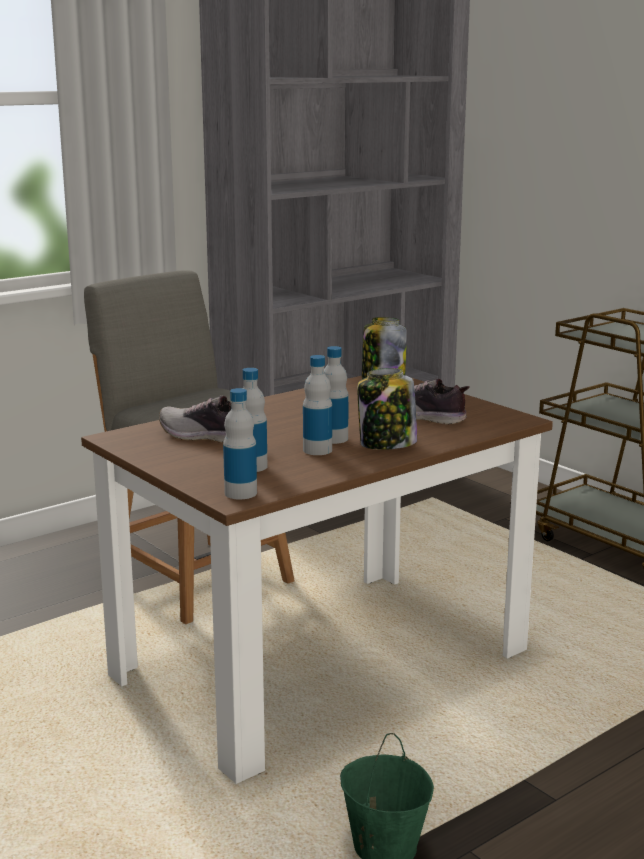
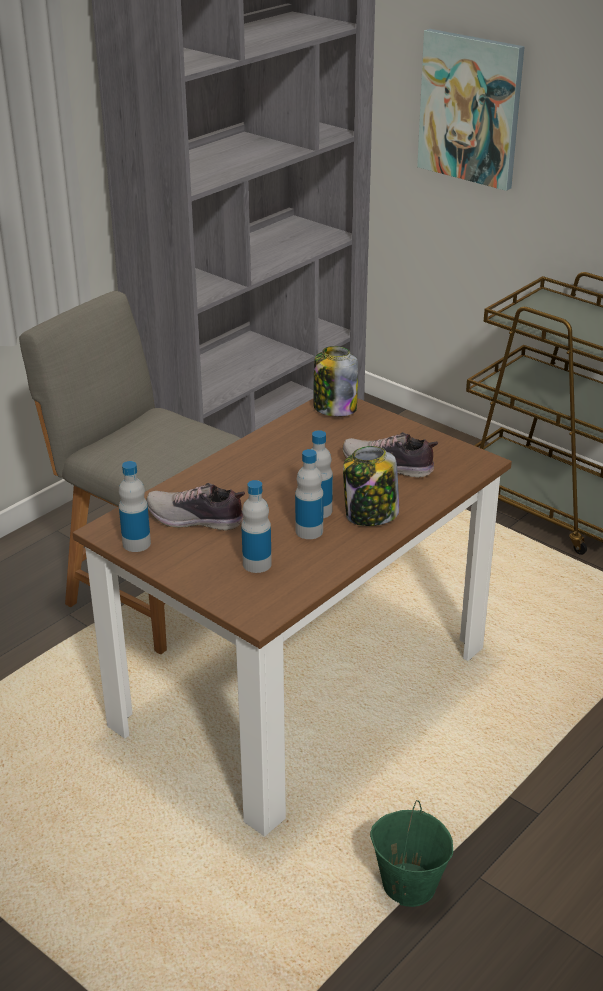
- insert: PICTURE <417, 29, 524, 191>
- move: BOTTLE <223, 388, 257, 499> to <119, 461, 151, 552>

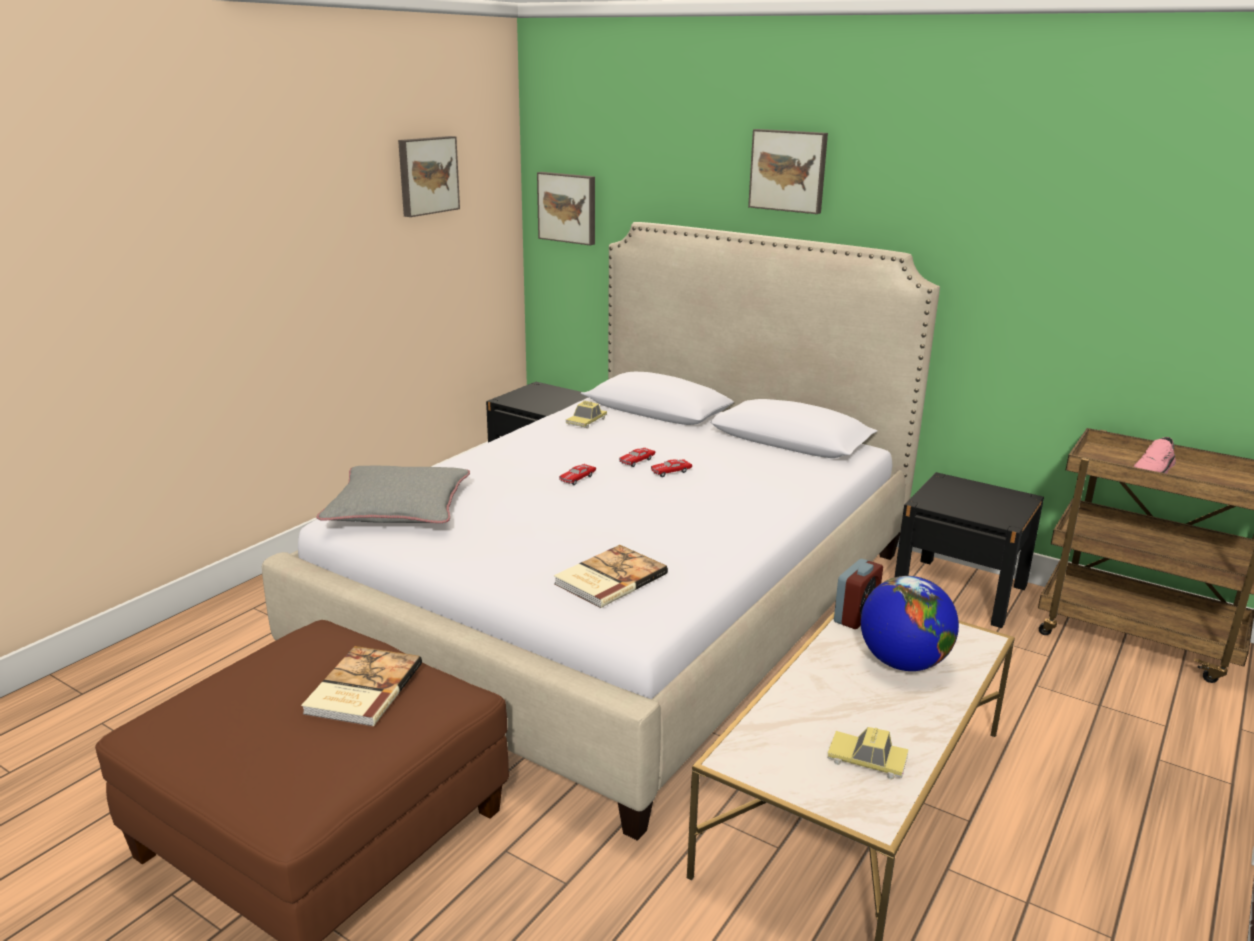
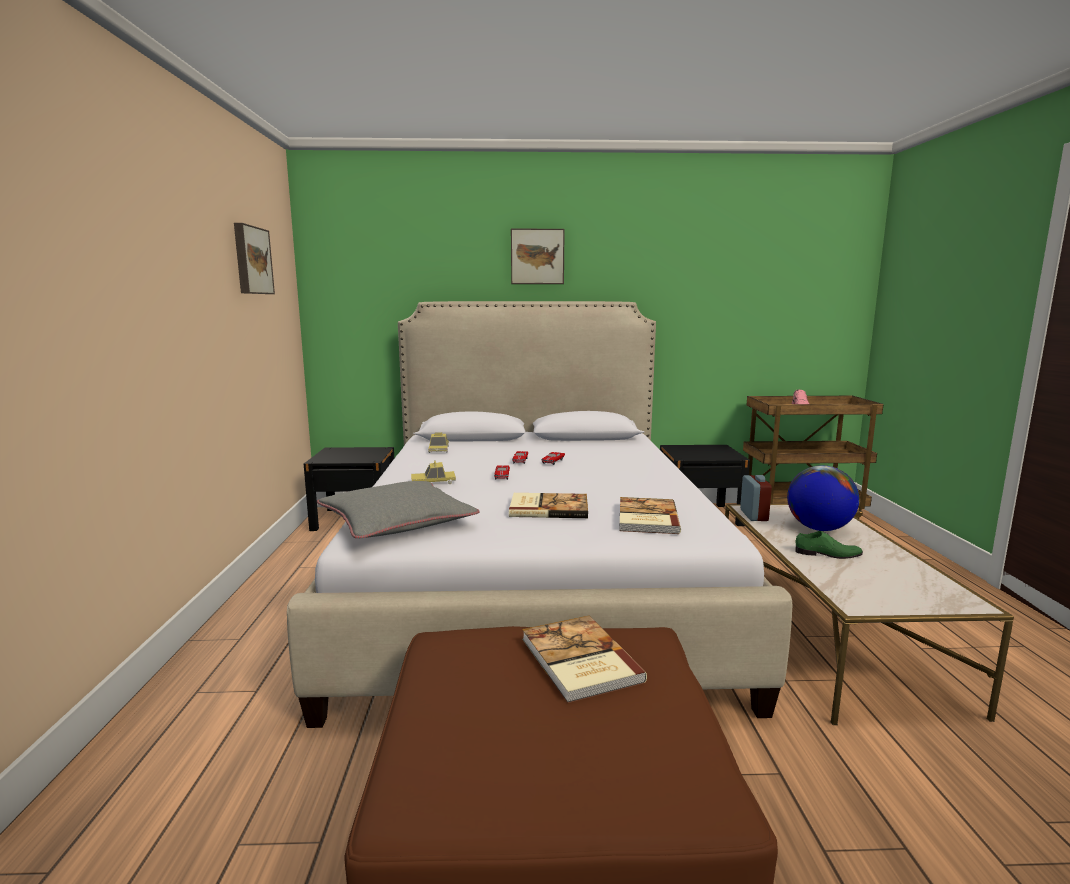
- delete: PICTURE <537, 172, 595, 246>
- insert: BOOK <509, 493, 588, 518>
- insert: GREEN SHOE <795, 531, 863, 559>
- move: TOY CAR <828, 727, 909, 780> to <411, 460, 456, 484>

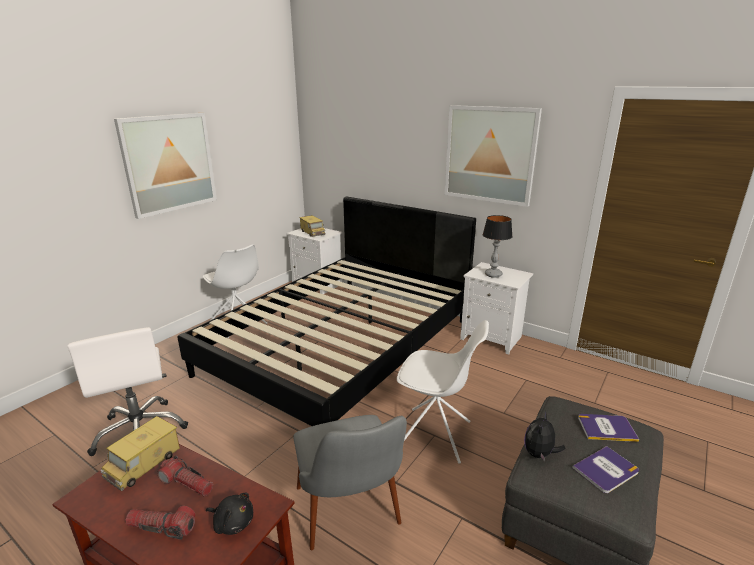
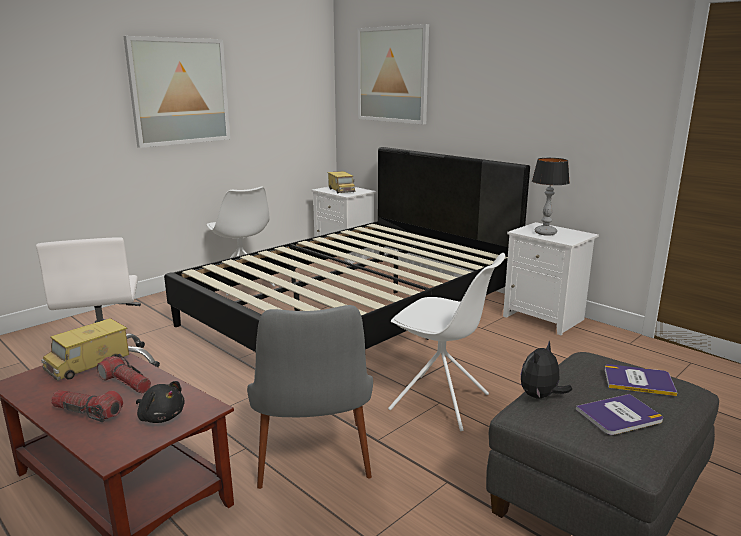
- move: PICTURE <445, 105, 542, 207> to <358, 24, 429, 124>

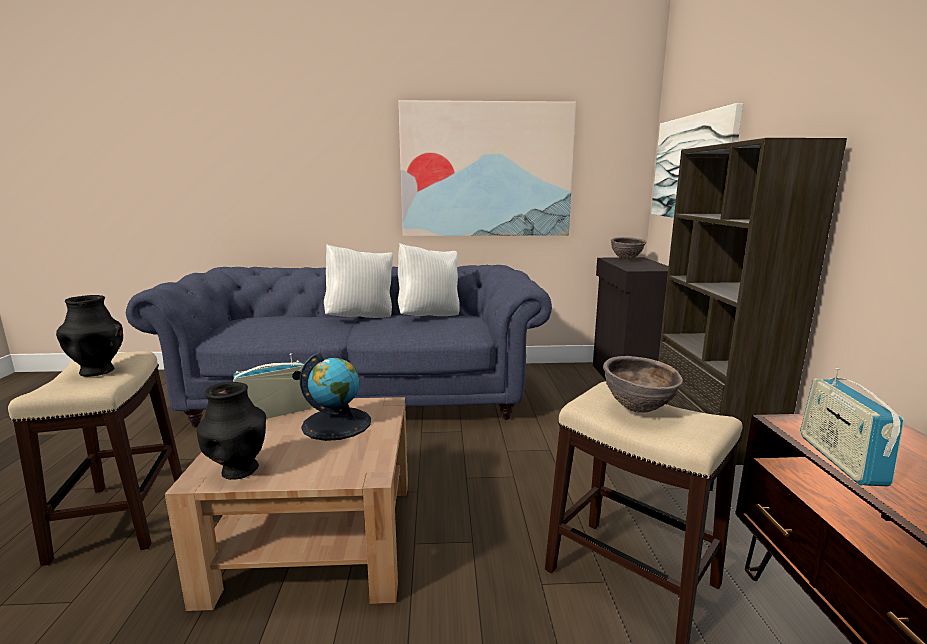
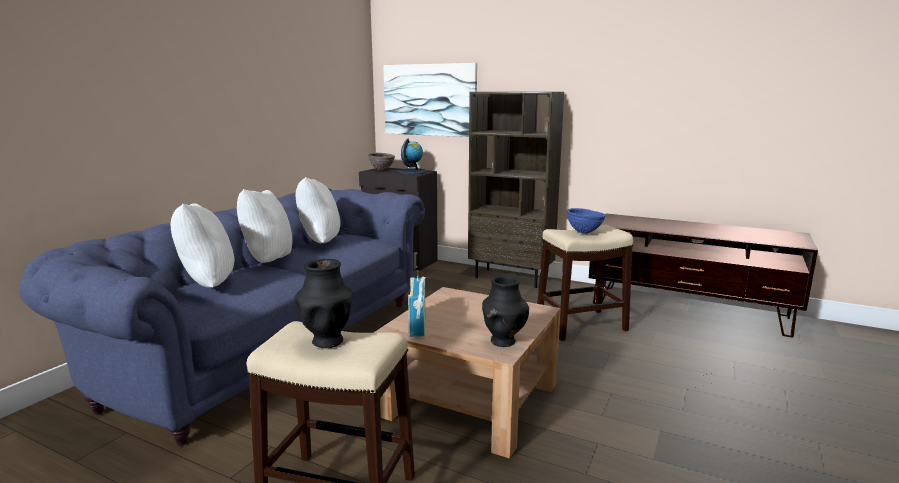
- delete: PICTURE <398, 100, 576, 236>
- delete: RADIO <800, 368, 904, 486>
- insert: WHITE PILLOW <171, 203, 234, 288>
- move: GLOBE <300, 352, 371, 441> to <397, 138, 427, 174>
- recolor: BROWN BOWL <603, 356, 683, 413> to BLUE BOWL <567, 208, 606, 234>

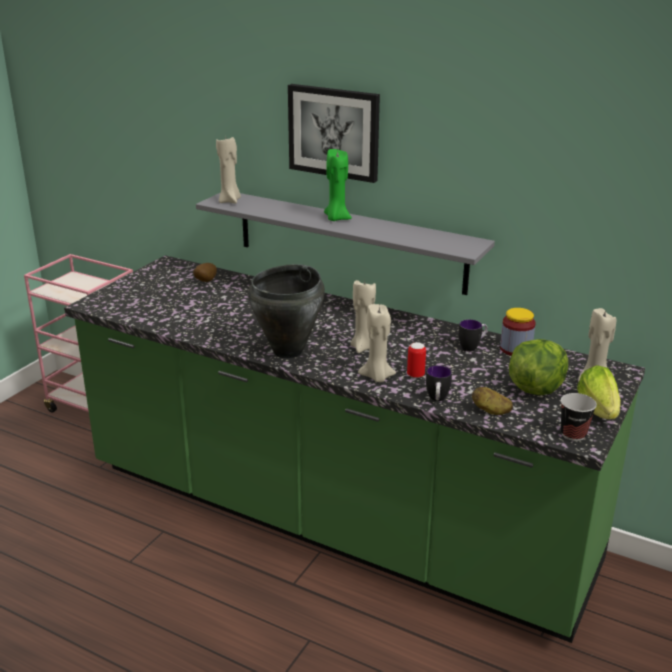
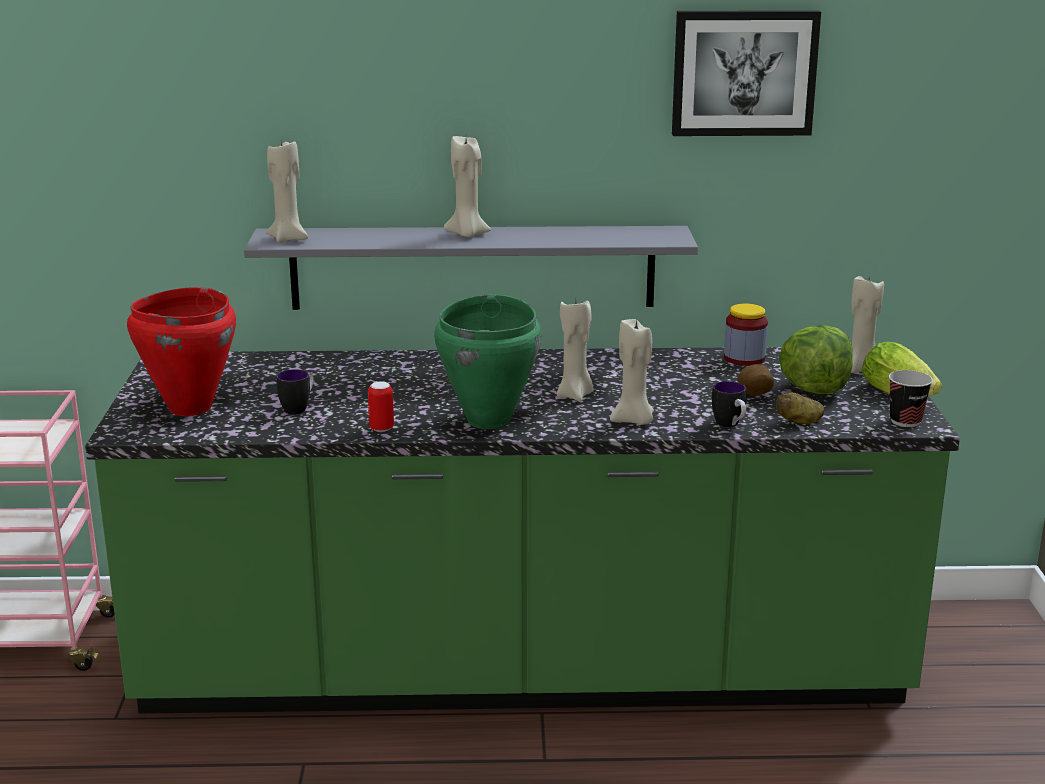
- insert: RED COOKING POT <127, 287, 236, 416>
- move: POTATO <193, 263, 217, 282> to <738, 364, 774, 396>
- move: PICTURE <288, 84, 380, 183> to <672, 10, 821, 136>
- move: CAN <407, 342, 426, 378> to <368, 381, 394, 432>
- move: MUG <459, 320, 488, 352> to <276, 369, 314, 415>
- recolor: BLACK COOKING POT <248, 264, 325, 358> to GREEN COOKING POT <434, 294, 542, 429>
- recolor: GREEN CANDLE <324, 149, 352, 221> to BEIGE CANDLE <444, 136, 491, 237>

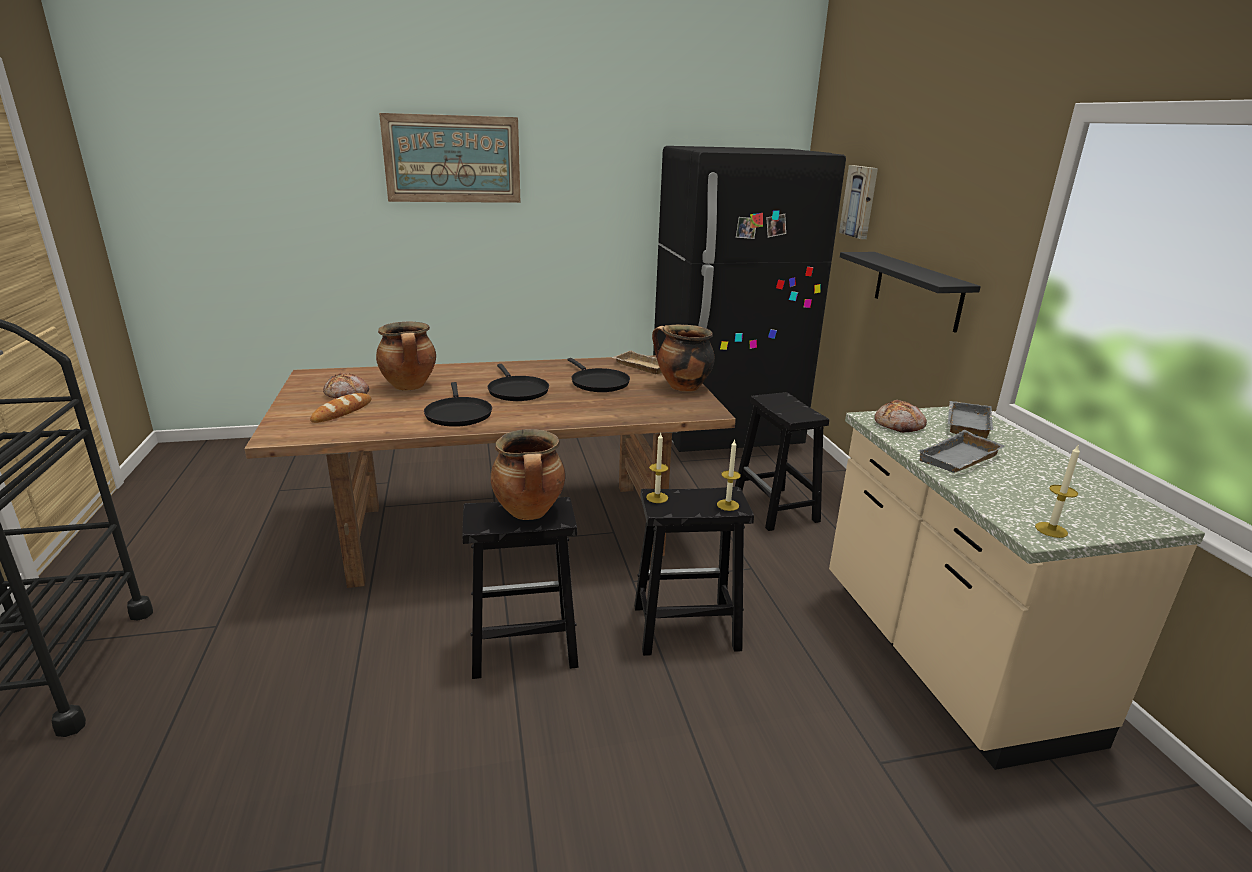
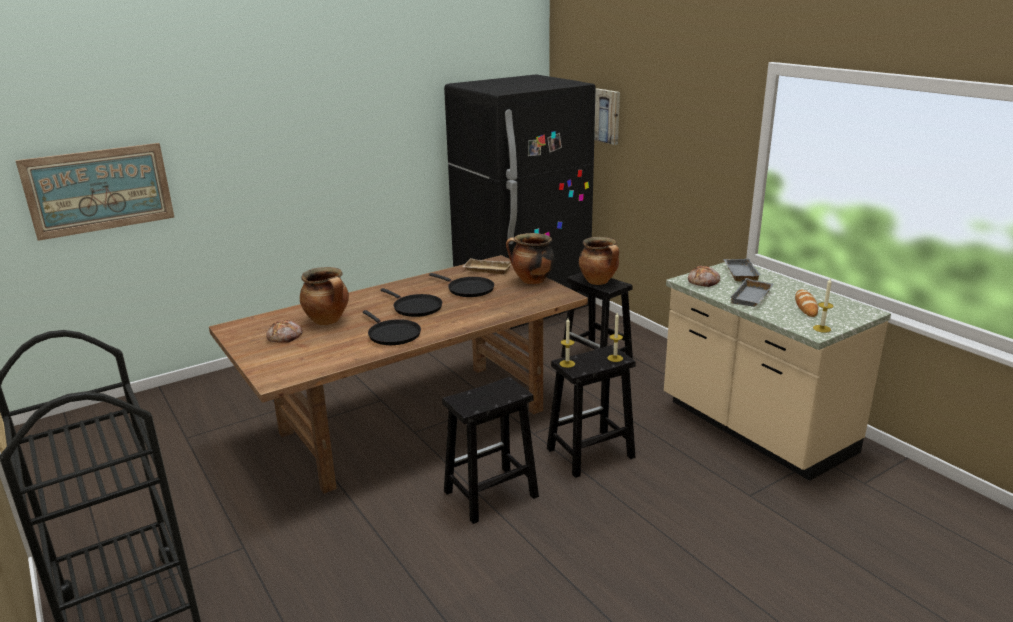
- delete: BLACK SHELF <840, 252, 981, 333>
- move: BREAD <310, 393, 371, 423> to <795, 290, 818, 317>
- move: PICTURE <379, 113, 520, 203> to <15, 143, 174, 241>
- move: COOKING POT <491, 429, 565, 520> to <579, 237, 619, 285>

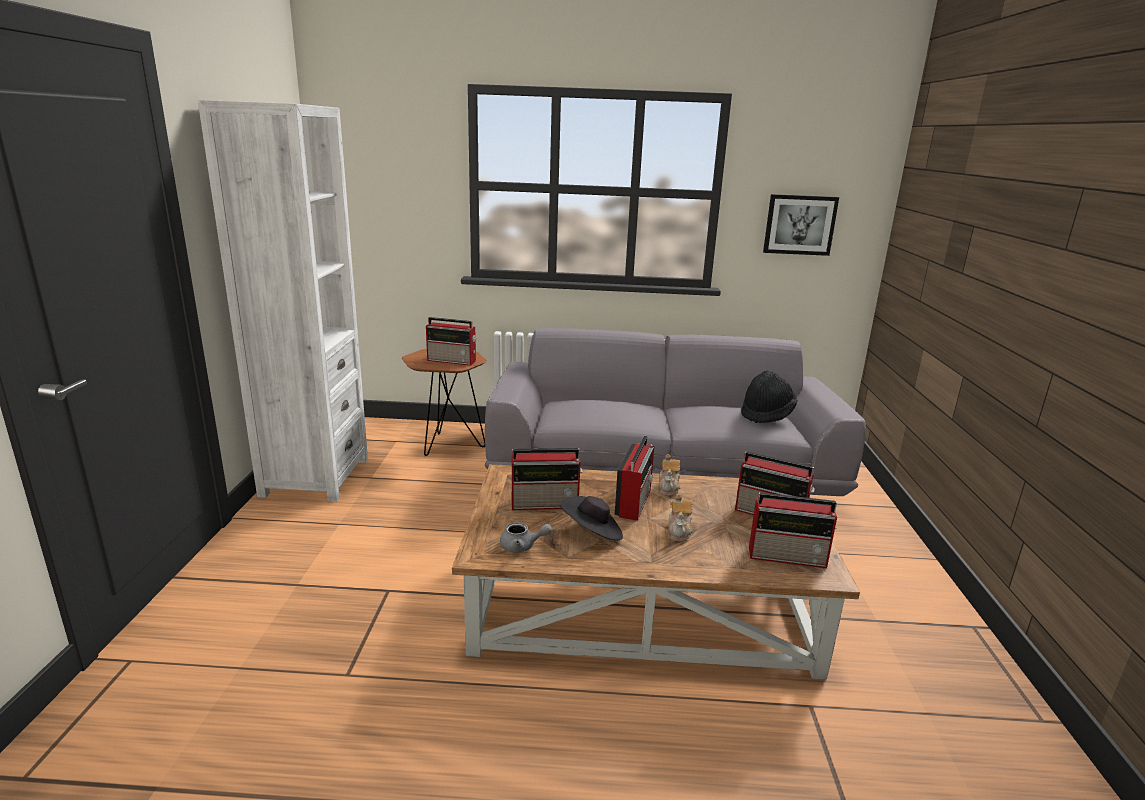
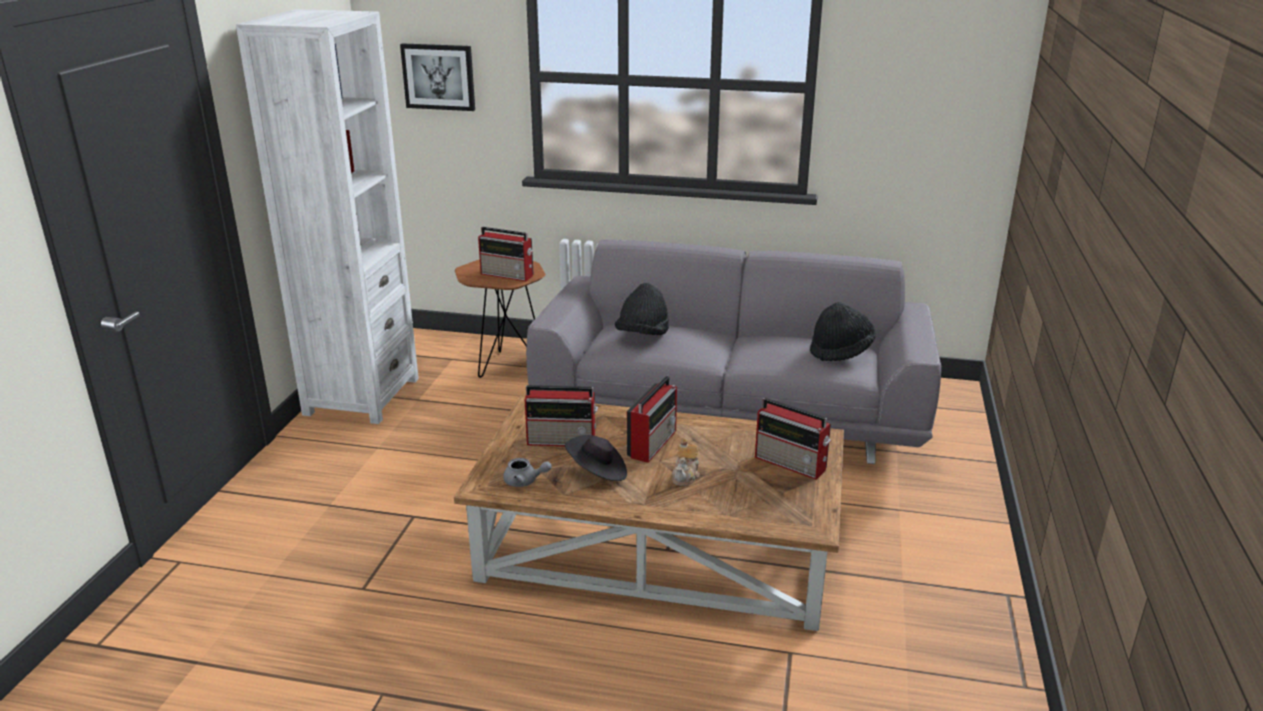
- delete: TEAPOT <658, 454, 681, 496>
- delete: RADIO <749, 492, 837, 568>
- insert: BLACK HAT <615, 283, 669, 335>
- move: PICTURE <763, 194, 839, 256> to <400, 43, 475, 111>

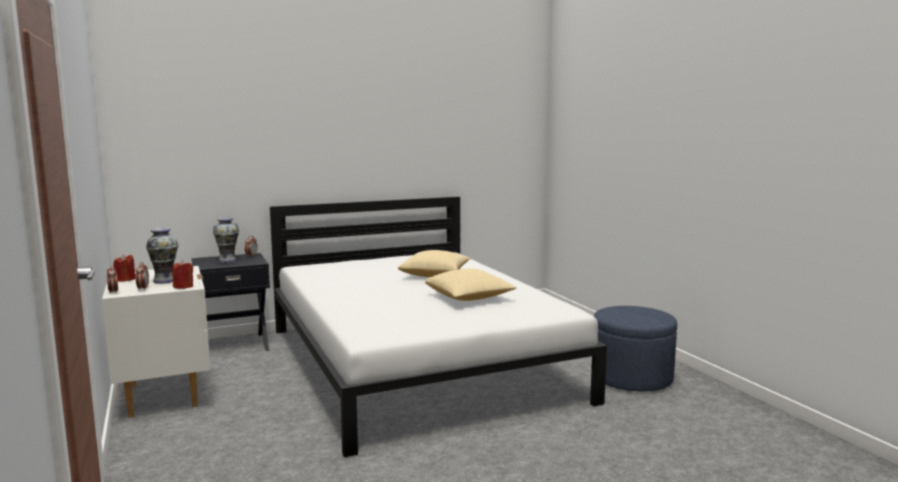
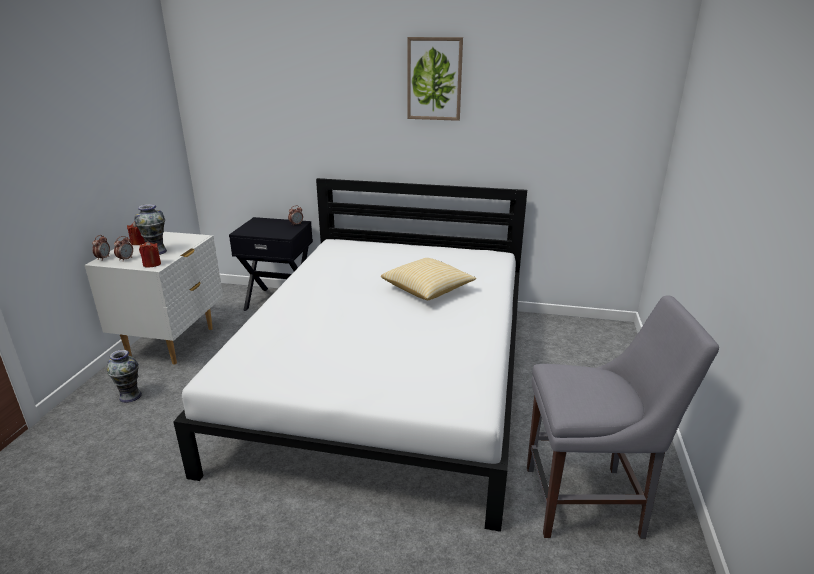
- delete: PILLOW <425, 269, 516, 301>
- insert: PICTURE <407, 37, 463, 121>
- move: VASE <213, 218, 239, 263> to <107, 350, 142, 403>
- replace: BLUE OTTOMAN <594, 306, 677, 392> to GREY CHAIR <527, 295, 719, 539>

